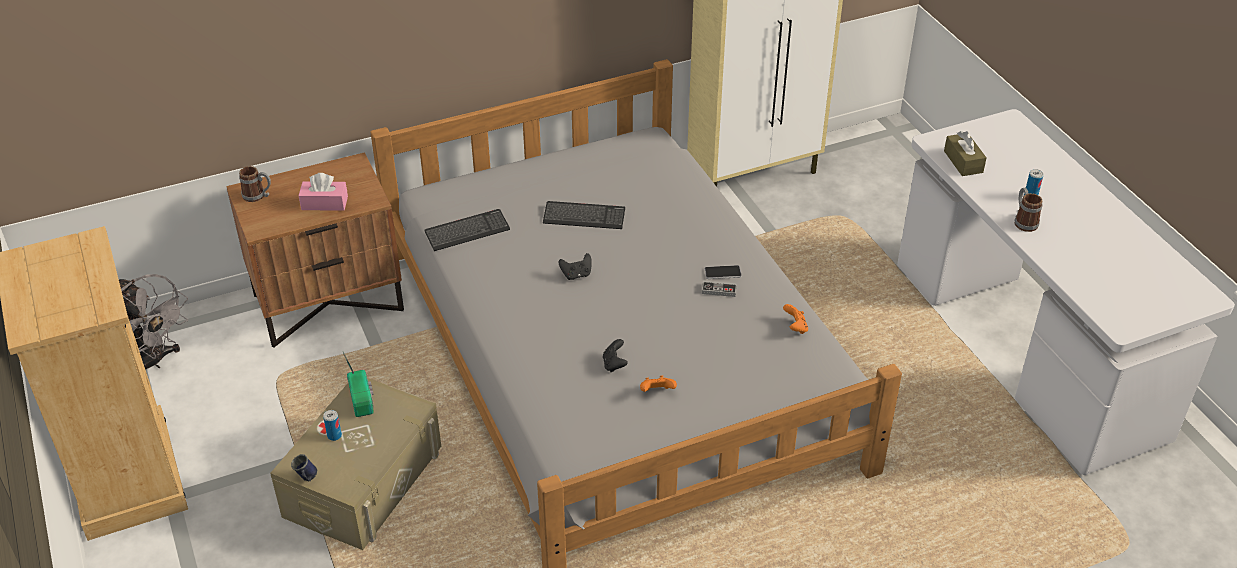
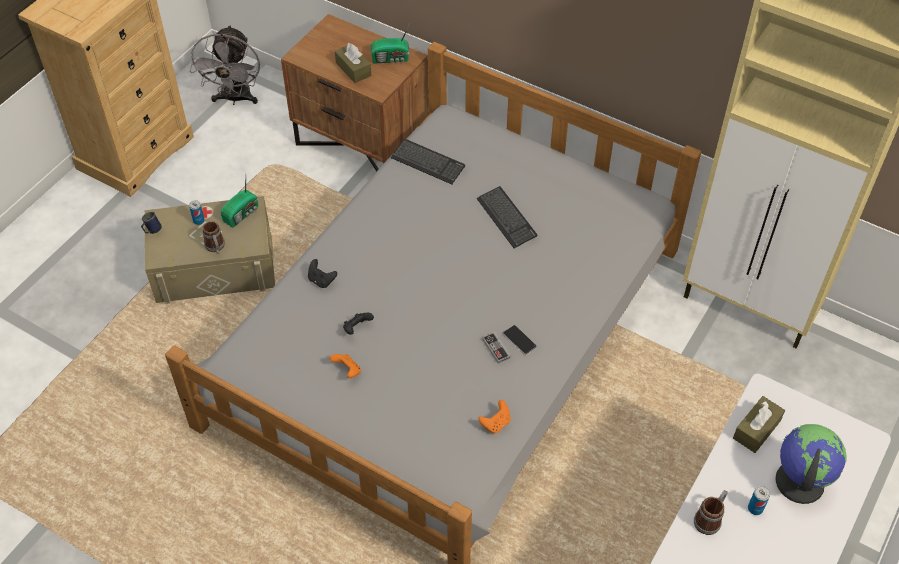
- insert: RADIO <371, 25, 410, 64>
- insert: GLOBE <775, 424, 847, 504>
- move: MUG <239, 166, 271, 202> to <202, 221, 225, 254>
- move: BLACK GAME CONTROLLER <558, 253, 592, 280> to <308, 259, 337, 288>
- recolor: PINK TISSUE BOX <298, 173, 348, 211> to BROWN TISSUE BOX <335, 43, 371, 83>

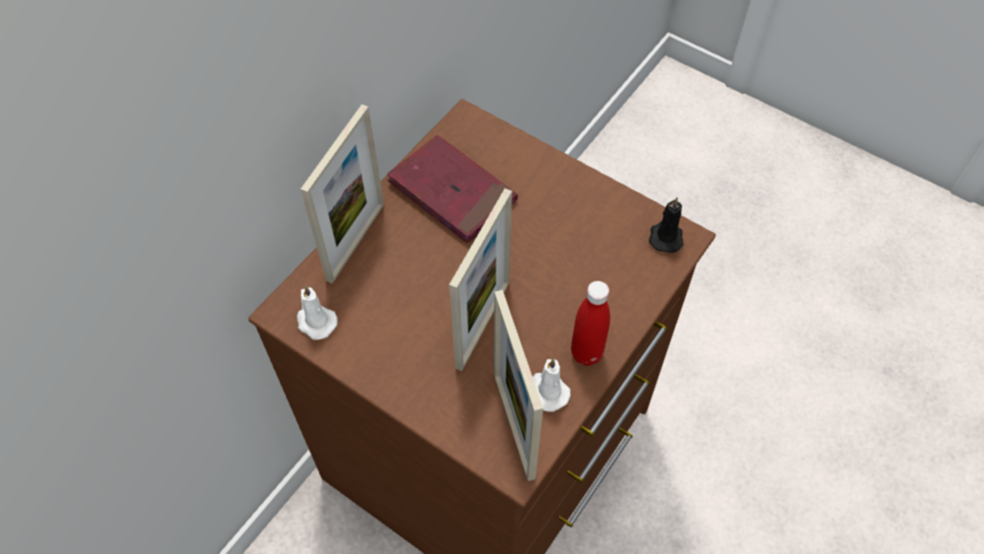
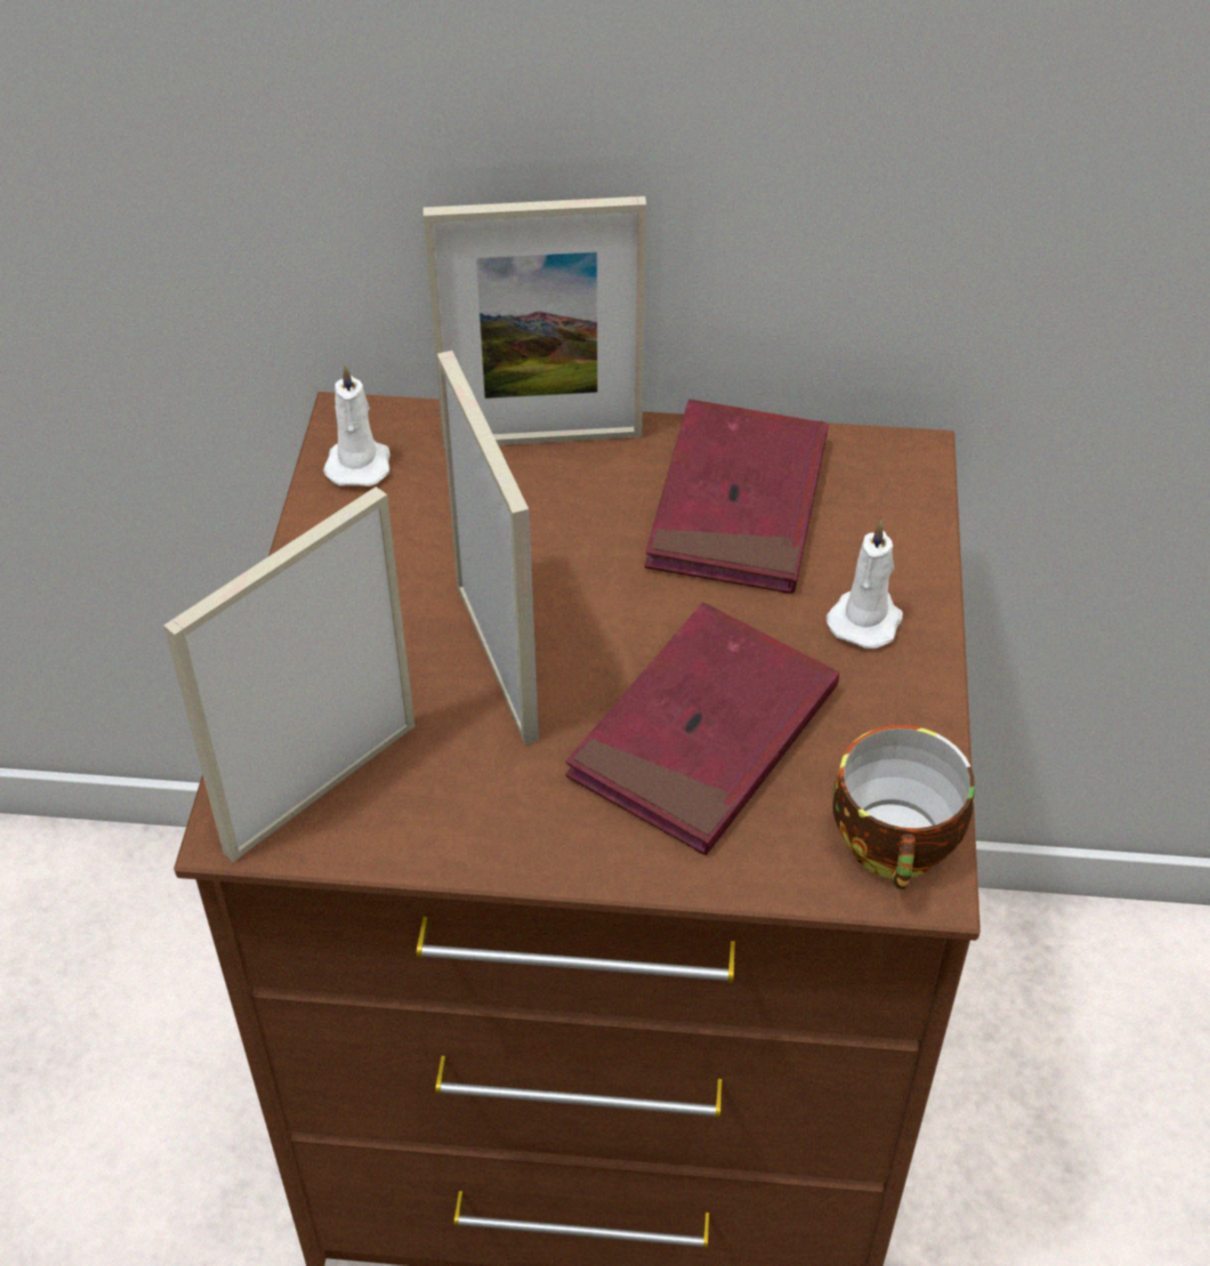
- delete: RED BOTTLE <571, 281, 610, 366>
- insert: RED BOOK <565, 603, 839, 855>
- move: WHITE CANDLE <533, 359, 570, 412> to <826, 520, 903, 649>
- replace: BLACK CANDLE <649, 197, 684, 253> to CUP <833, 725, 975, 890>
- rotate: PICTURE FRAME <449, 188, 512, 371> = <437, 350, 539, 745> 105 degrees counterclockwise

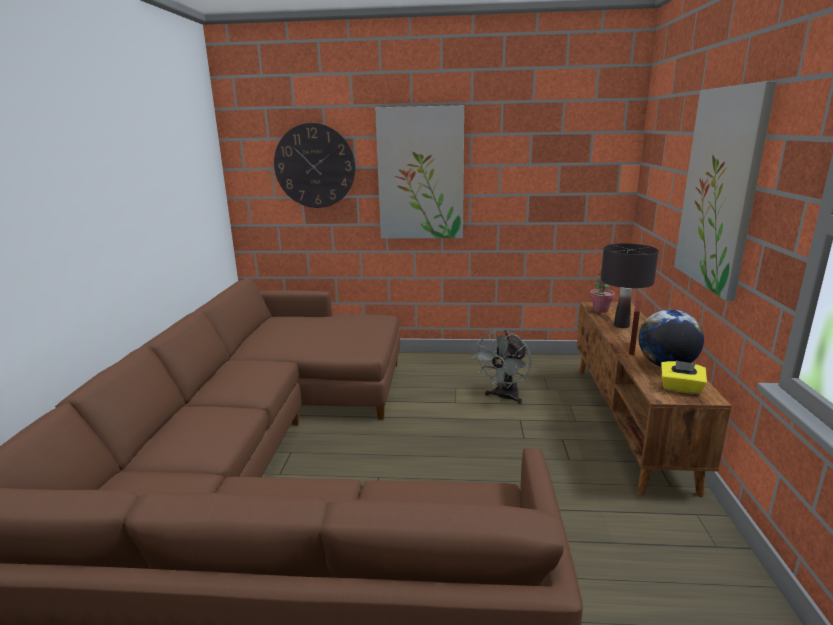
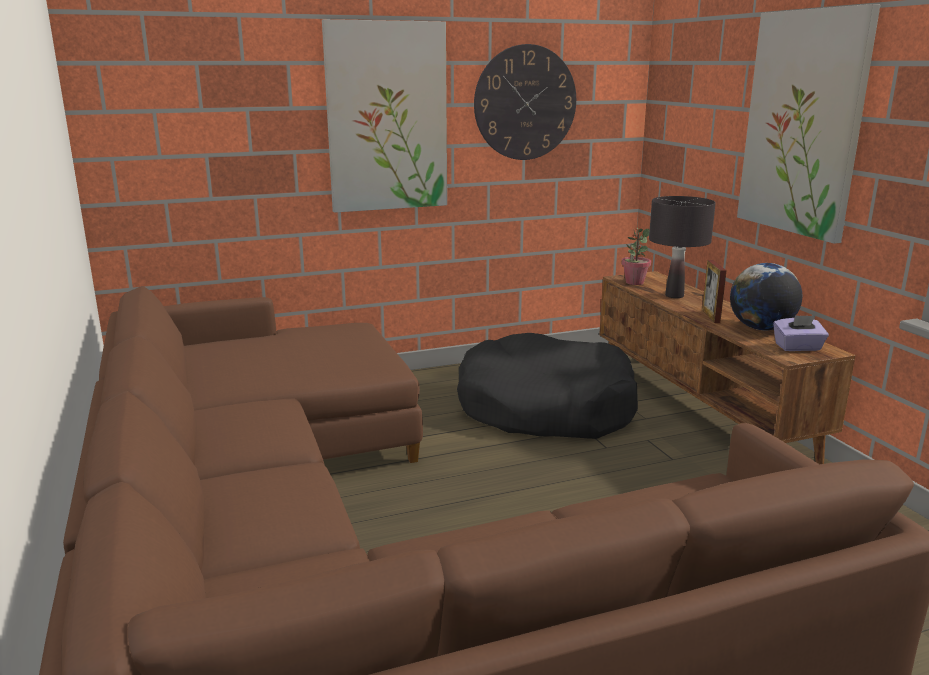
- move: WALL CLOCK <274, 123, 355, 208> to <474, 44, 576, 160>
- replace: GREY FAN <473, 330, 531, 404> to BLACK DOG BED <457, 333, 638, 439>
- recolor: YELLOW TISSUE BOX <661, 360, 707, 395> to PURPLE TISSUE BOX <773, 315, 829, 351>

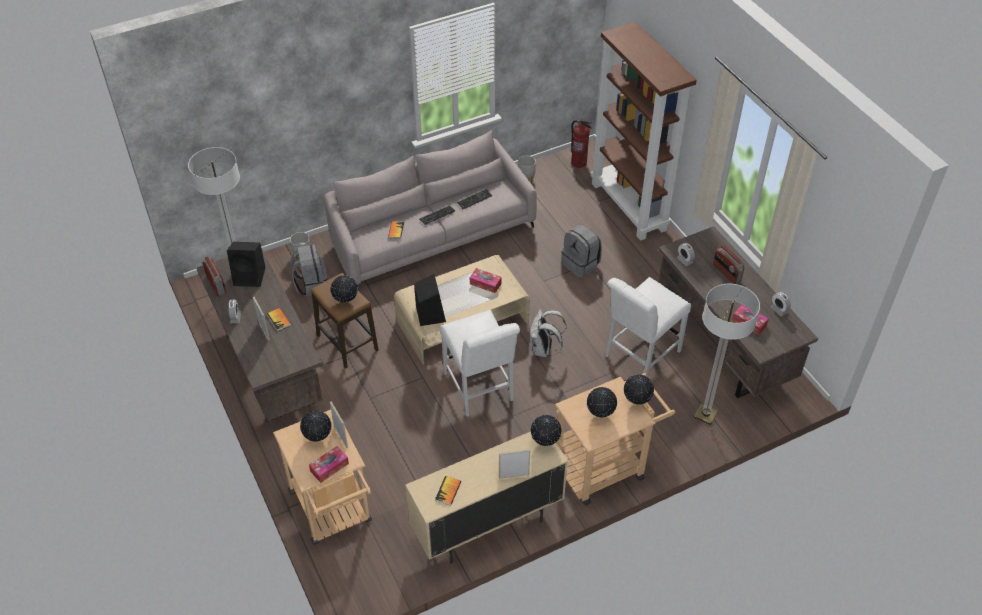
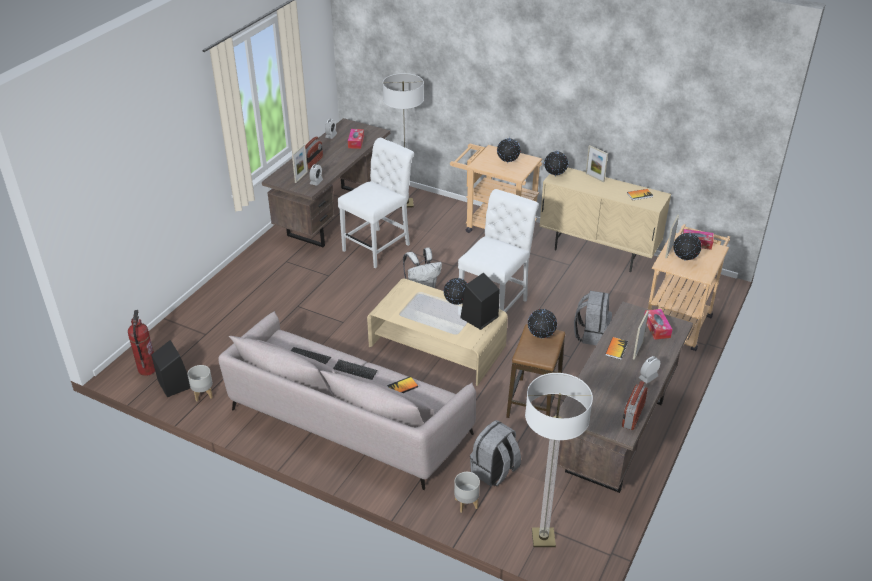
- delete: BROWN BOOKCASE <590, 22, 697, 241>
- insert: PICTURE FRAME <292, 144, 308, 183>
- move: BLACK SPEAKER <227, 242, 266, 287> to <151, 340, 190, 397>
- move: TISSUE BOX <470, 268, 502, 293> to <644, 309, 673, 340>
- move: GREY BACKPACK <562, 224, 602, 278> to <574, 291, 612, 345>
- move: GLOBE <624, 374, 654, 405> to <444, 278, 467, 305>
- rotate: WHITE CHAIR <605, 277, 691, 375> = <338, 138, 414, 268> 60 degrees counterclockwise

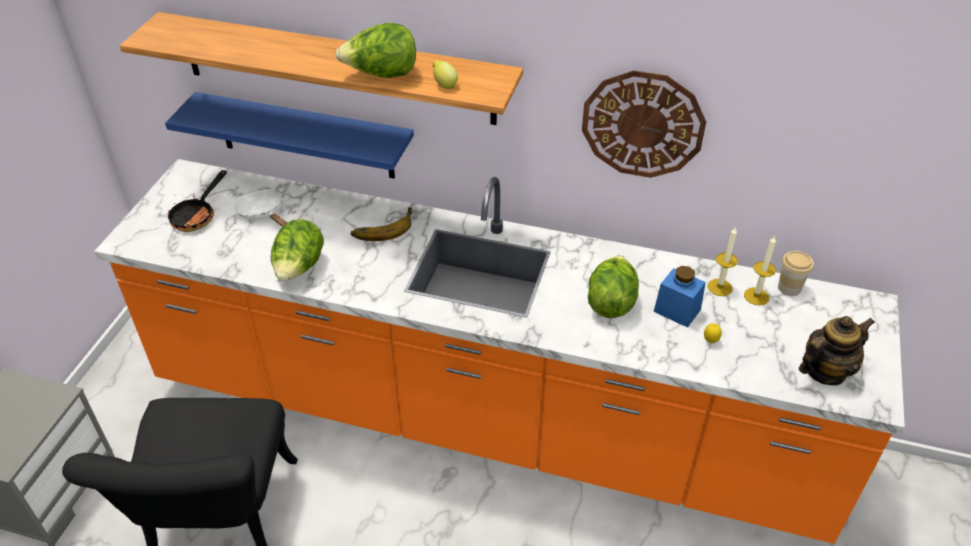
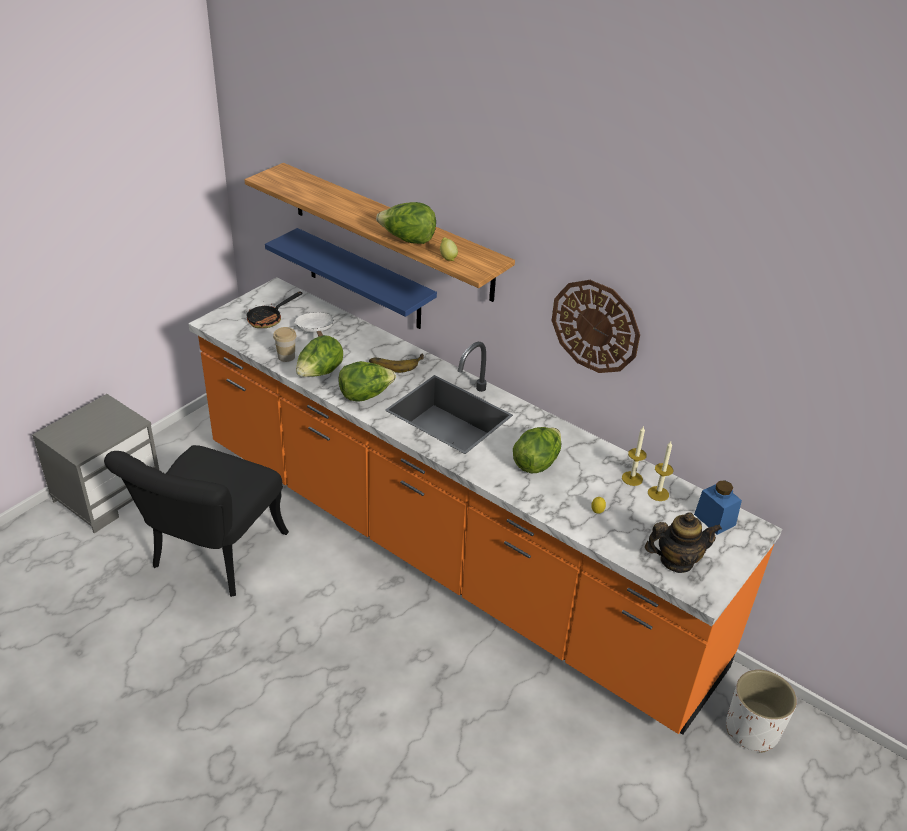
- insert: LETTUCE <338, 361, 396, 402>
- insert: WHITE PLANTER <726, 670, 797, 753>
- move: BLUE JAR <654, 266, 706, 328> to <694, 480, 742, 535>
- move: CUP <778, 251, 814, 296> to <273, 327, 297, 362>

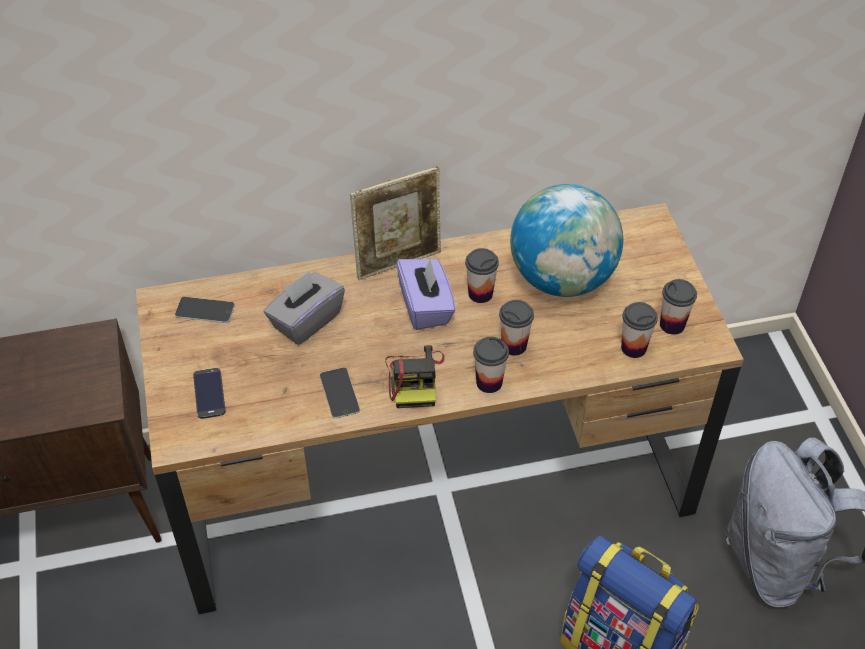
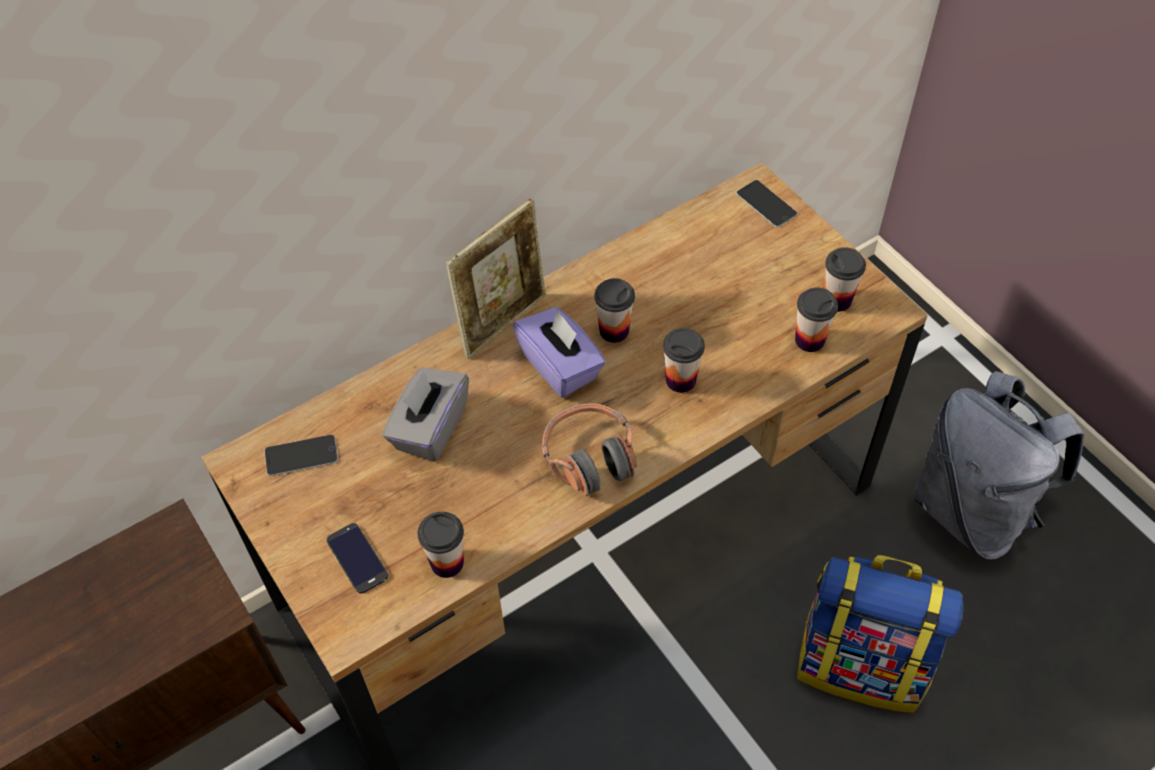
- delete: GLOBE <510, 184, 623, 297>
- move: PHONE <320, 367, 360, 418> to <736, 180, 798, 228>
- move: CUP <473, 337, 509, 393> to <417, 512, 464, 578>
- replace: PHOTO CAMERA <386, 345, 444, 408> to HEADPHONES <542, 403, 637, 496>

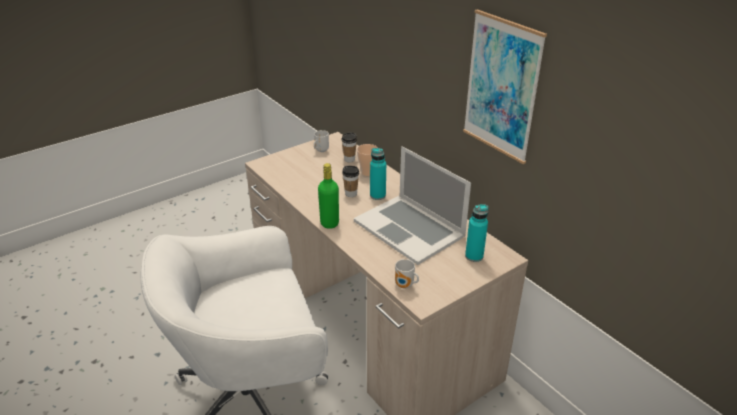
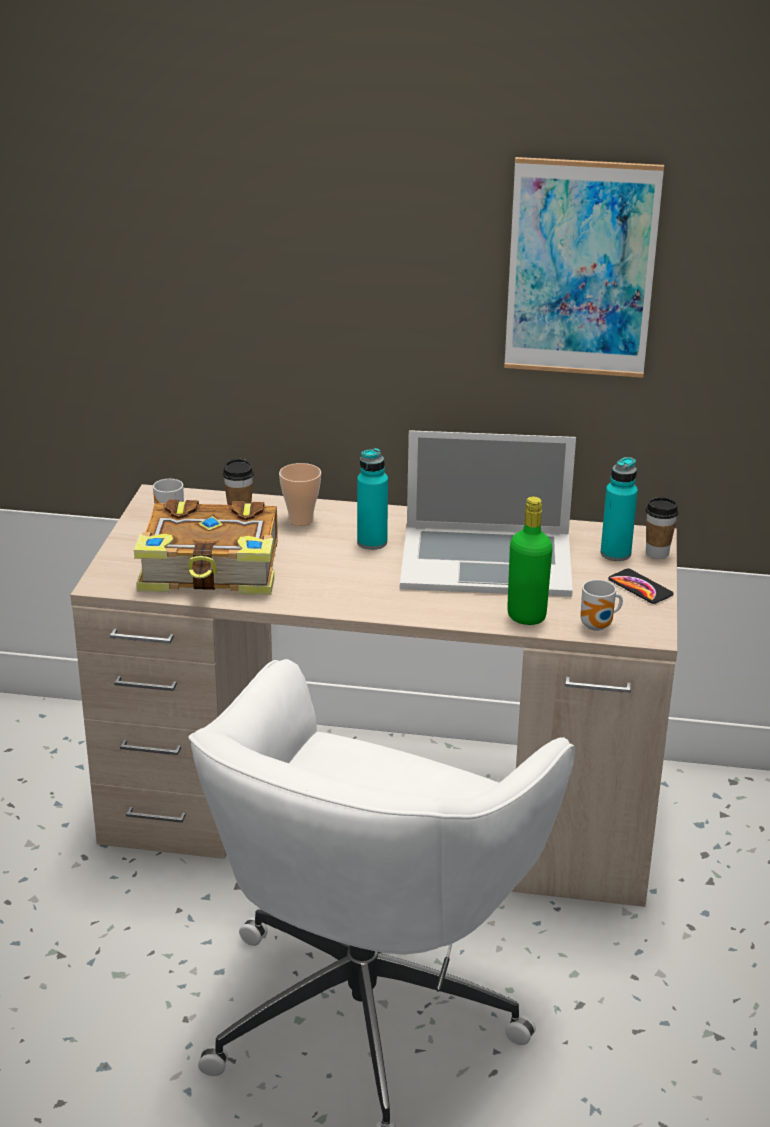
- insert: BOOK <134, 500, 278, 595>
- insert: PHONE <608, 568, 674, 604>
- move: GREEN BOTTLE <318, 163, 339, 229> to <507, 496, 553, 625>
- move: CUP <342, 165, 359, 197> to <646, 497, 679, 559>

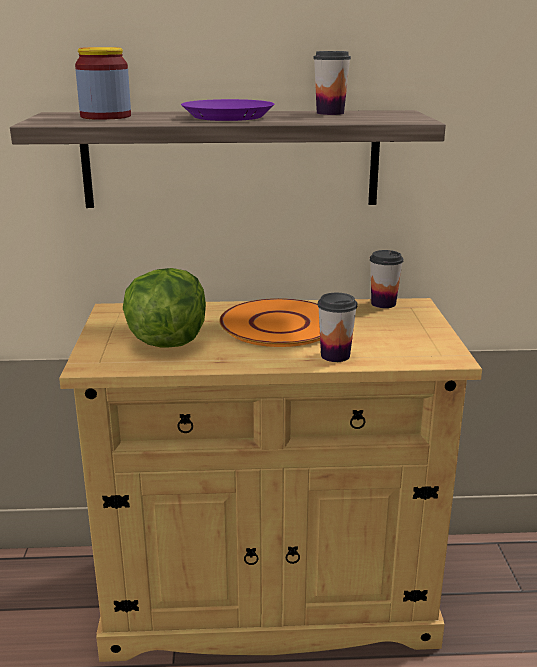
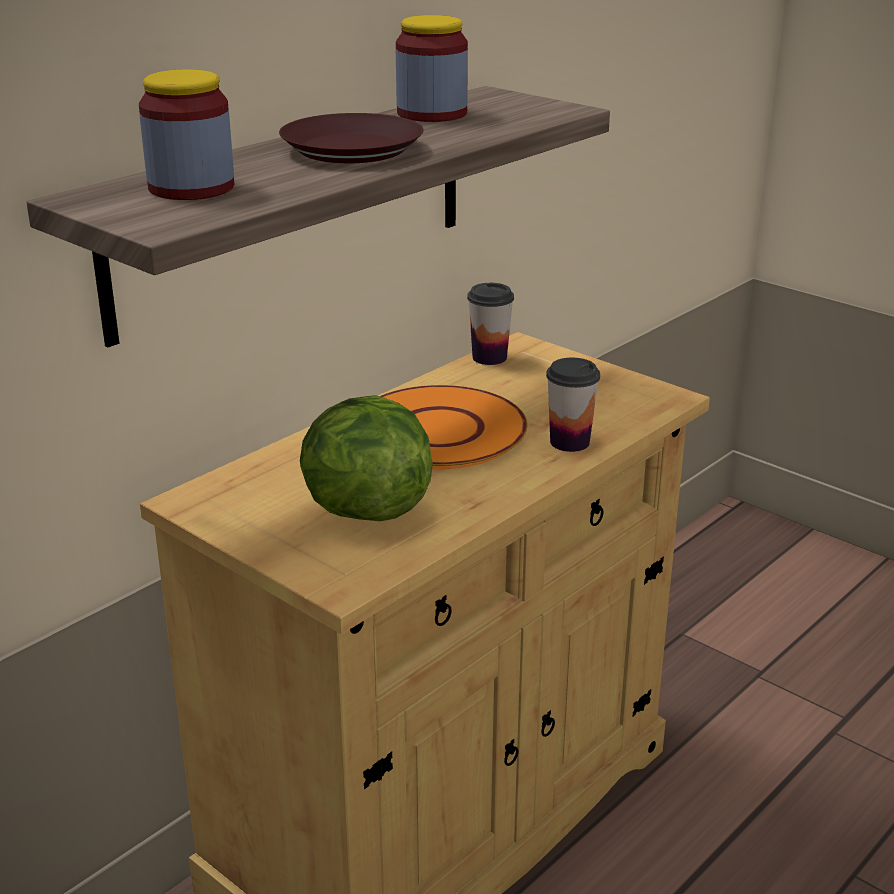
- replace: CUP <313, 51, 351, 115> to JAR <396, 15, 468, 122>
- recolor: PURPLE PLATE <181, 99, 274, 121> to BROWN PLATE <279, 113, 424, 163>

